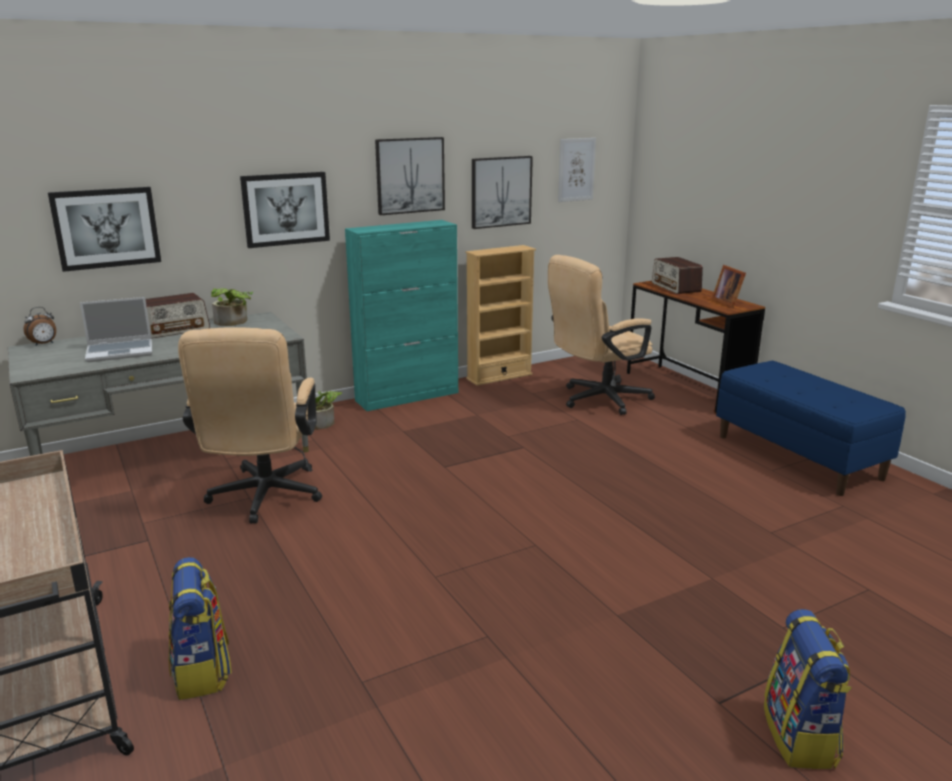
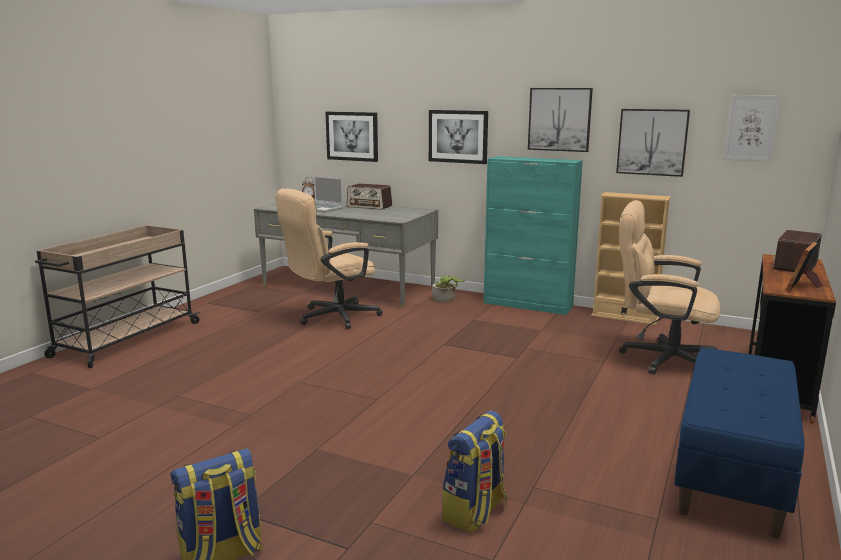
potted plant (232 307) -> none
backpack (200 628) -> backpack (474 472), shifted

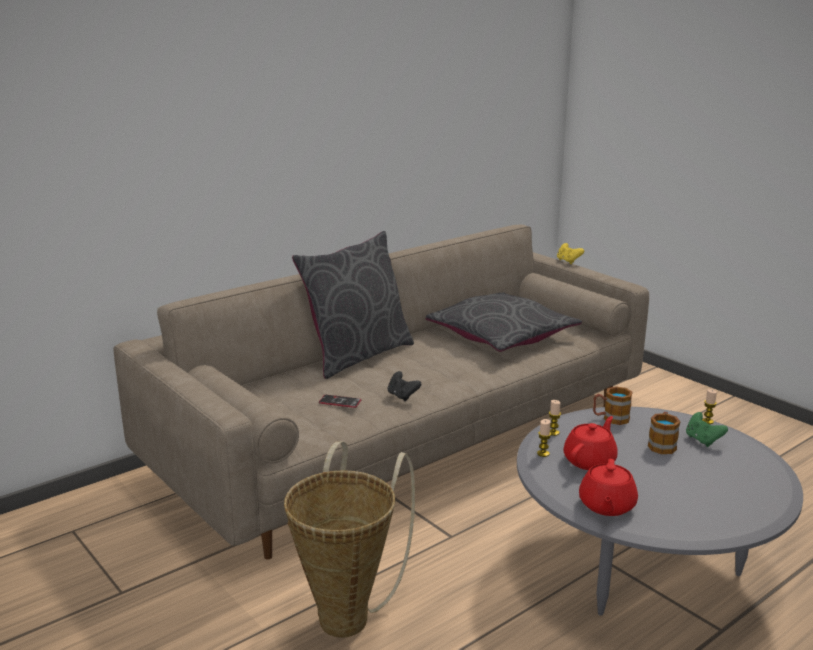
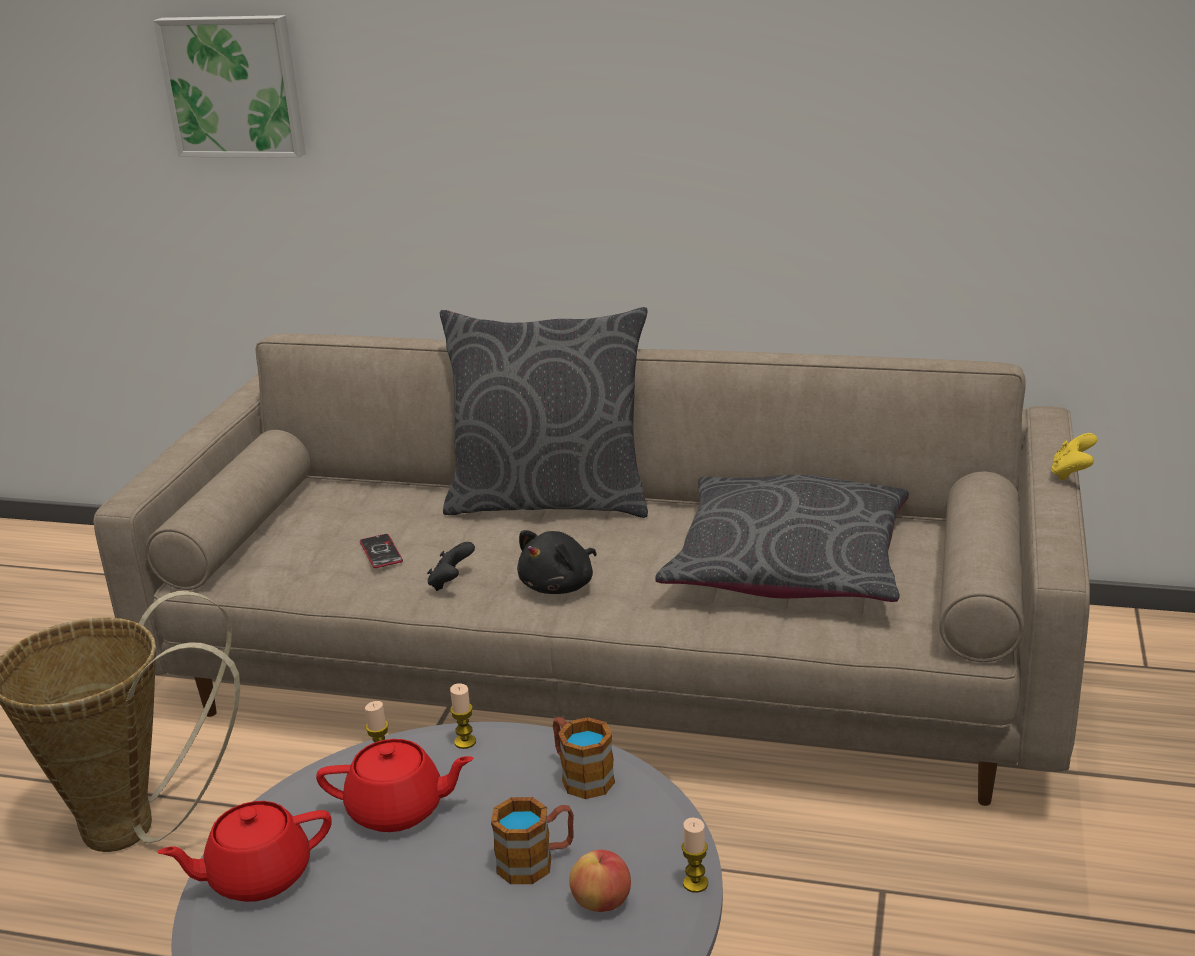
game controller (green) (707 429) -> apple (600 881)
none -> picture (229 86)
none -> plush toy (black) (557 562)

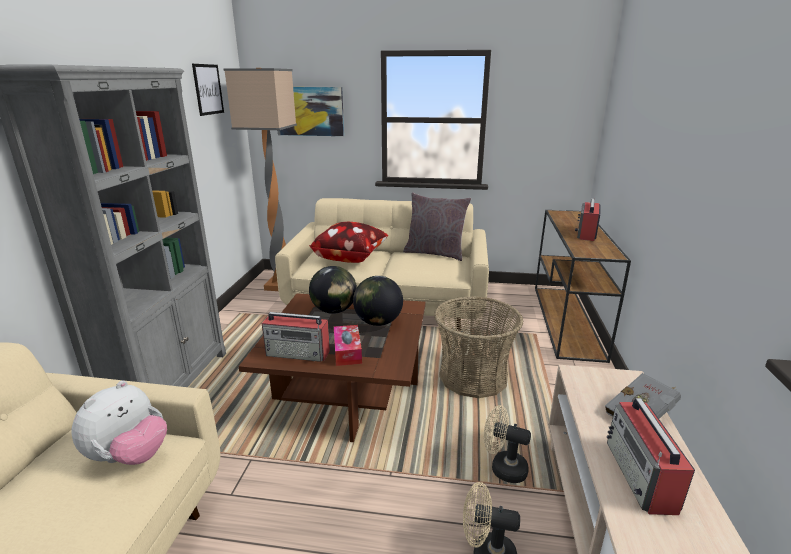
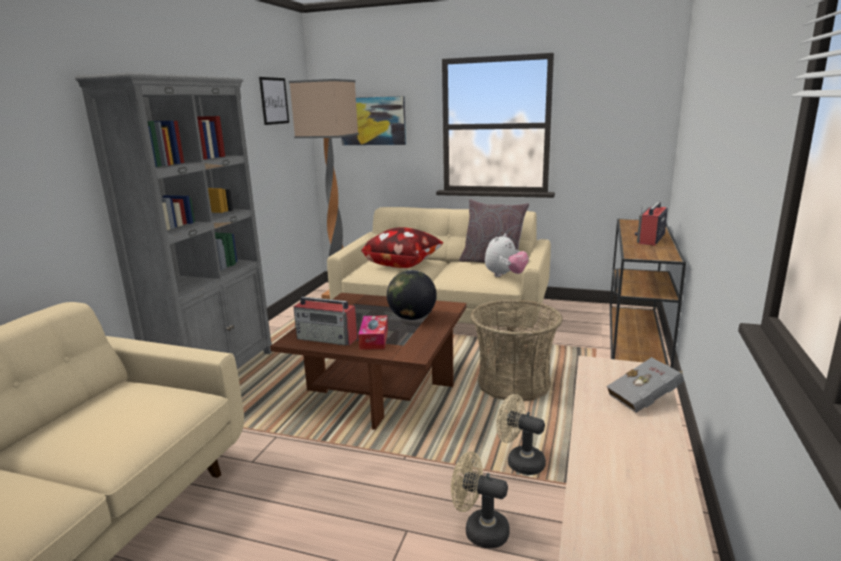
globe (333 290) -> none
plush toy (119 423) -> plush toy (507 255), shifted
radio (651 456) -> none

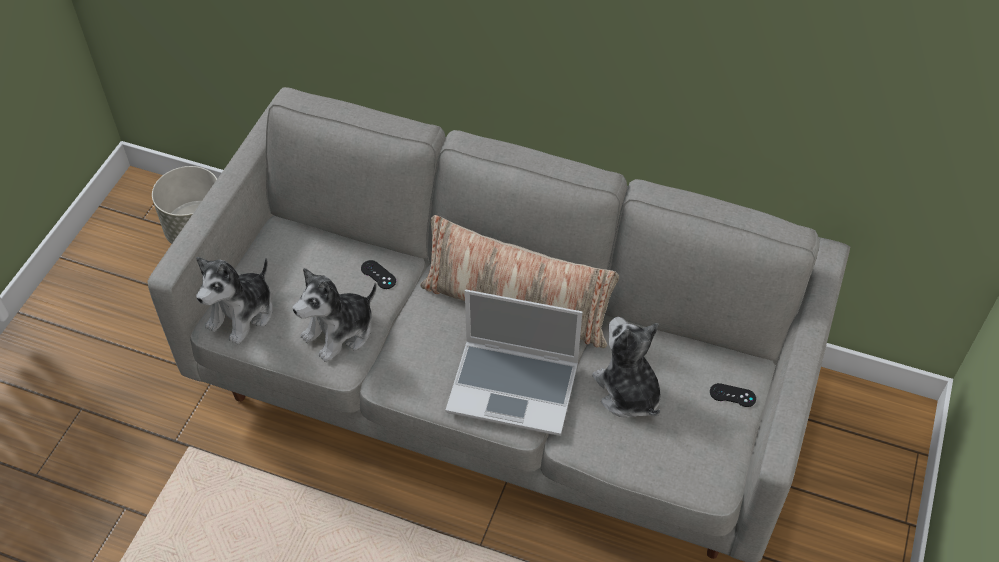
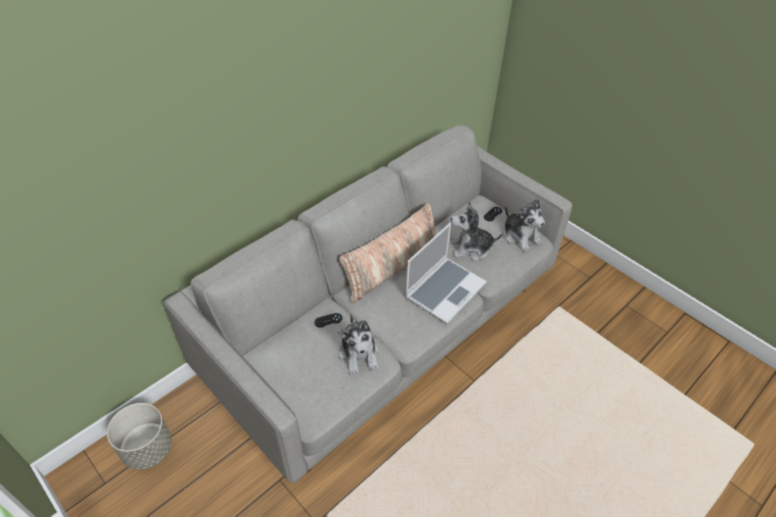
plush toy (234 301) -> plush toy (524 225), shifted

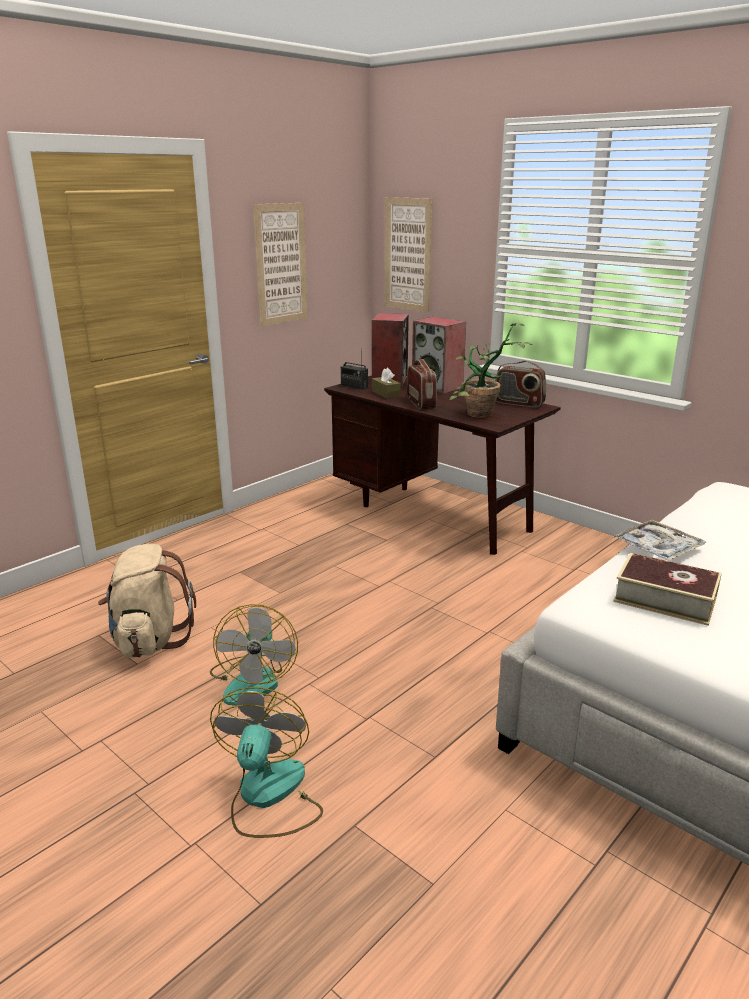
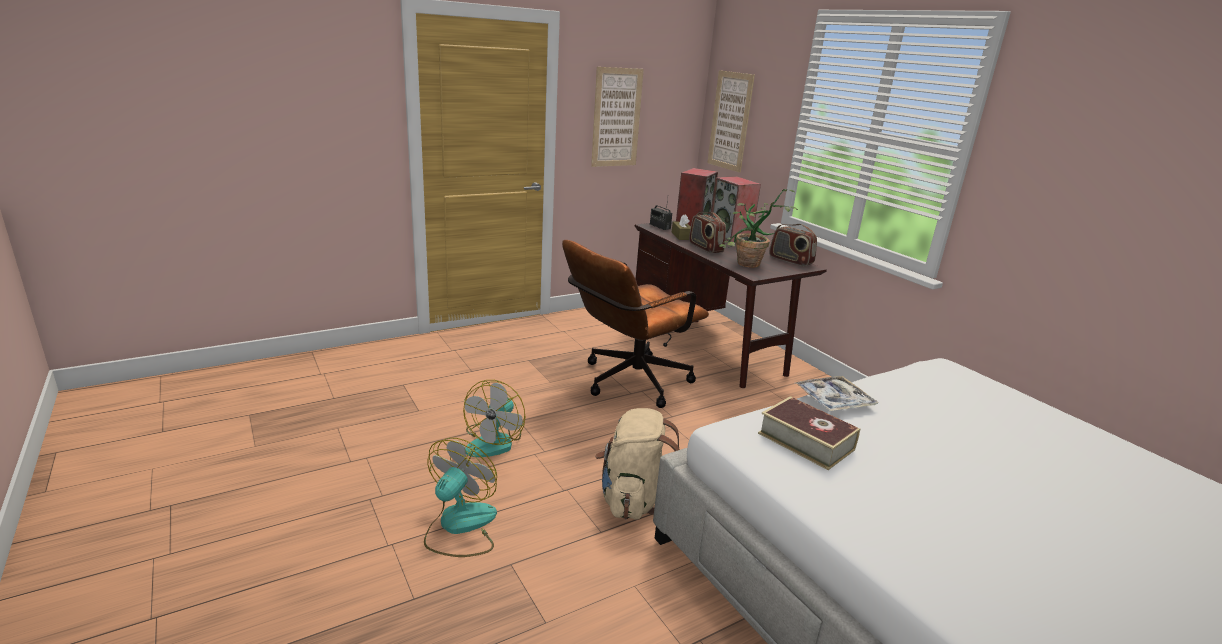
radio (422 384) -> radio (707 232), 150 degrees clockwise
backpack (beige) (147 601) -> backpack (beige) (637 464), shifted
none -> office chair (brown) (635 324)

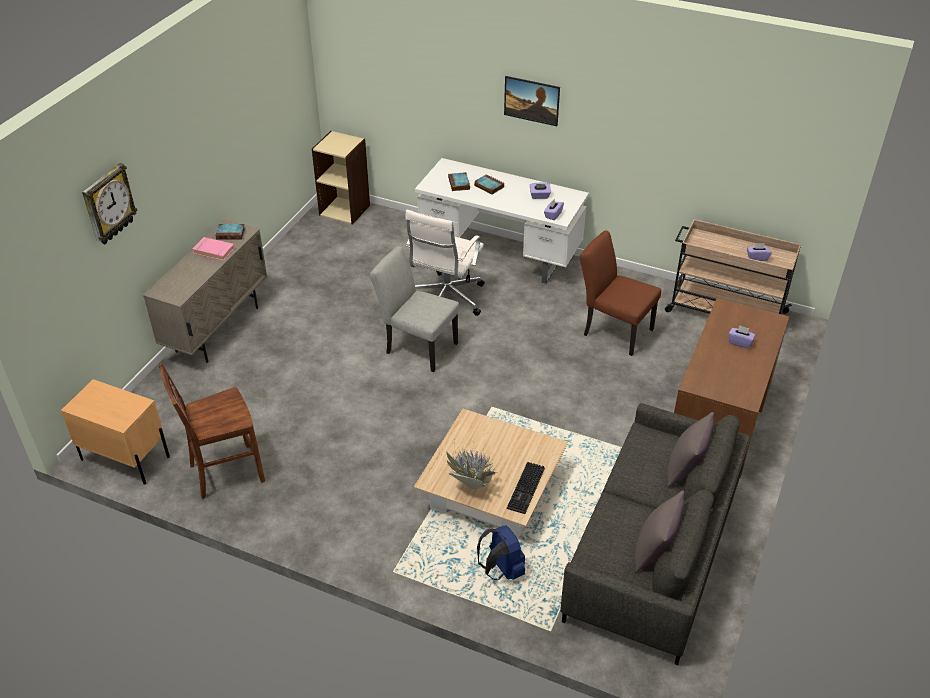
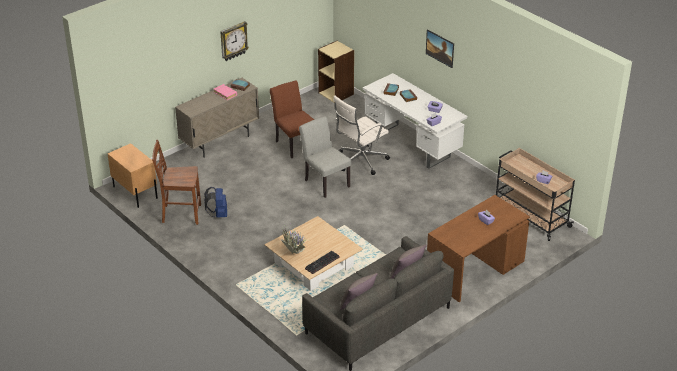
wall clock (110 203) -> wall clock (234 41), shifted
chair (brown) (620 293) -> chair (brown) (292 119), shifted
backpack (blue) (501 552) -> backpack (blue) (215 202), shifted

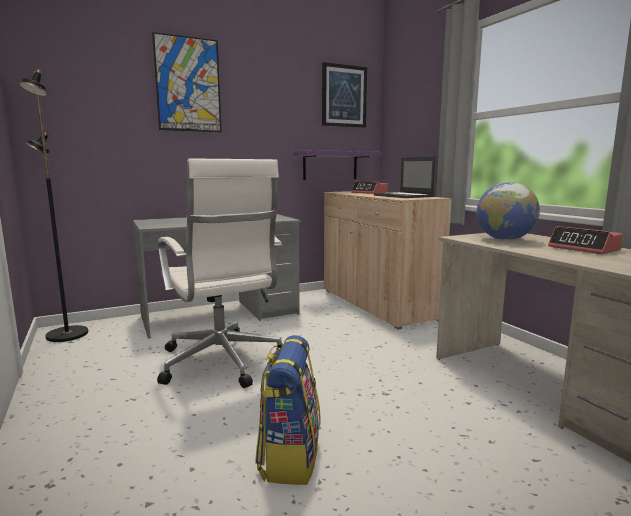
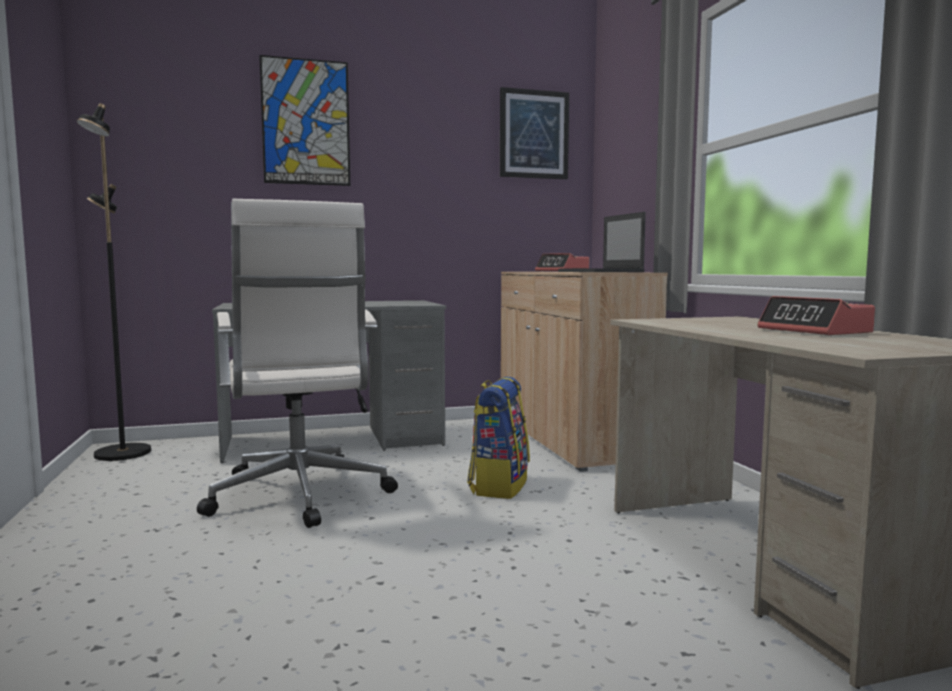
shelf (purple) (337 165) -> none
globe (508 211) -> none
backpack (287 410) -> backpack (498 438), shifted

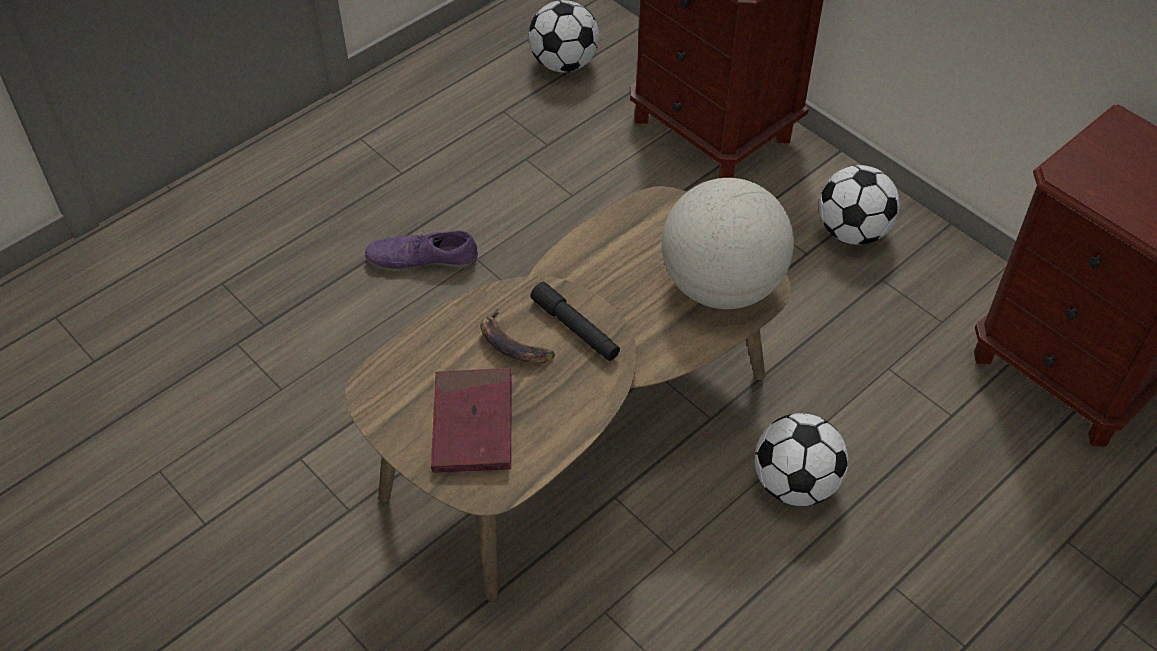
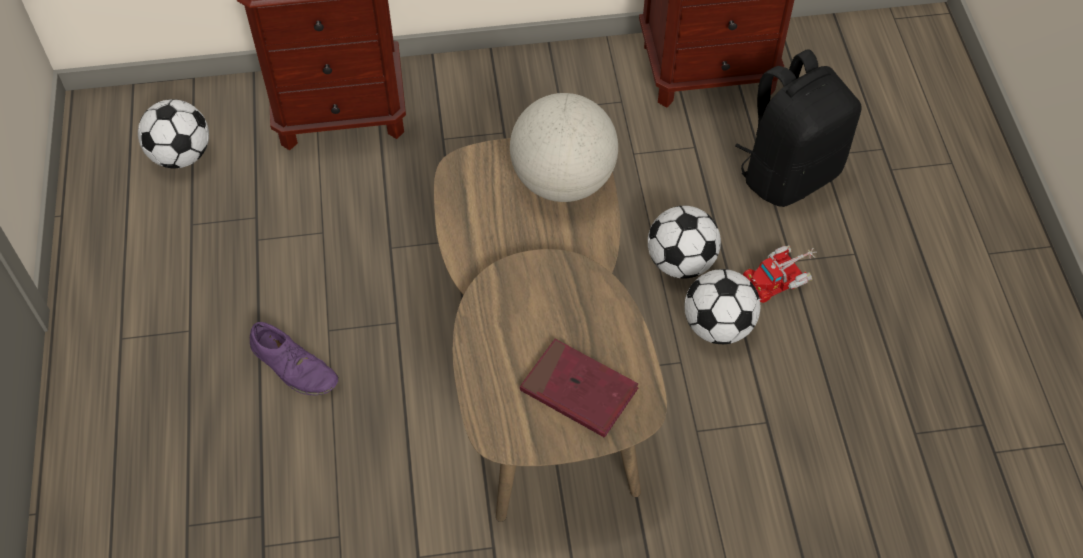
football (859 205) -> football (722 306), shifted
shoe (purple) (421 251) -> shoe (purple) (294 358), 90 degrees counterclockwise
flashlight (black) (575 321) -> none
banana (517 336) -> none
none -> backpack (black) (798 128)
none -> toy truck (780 274)

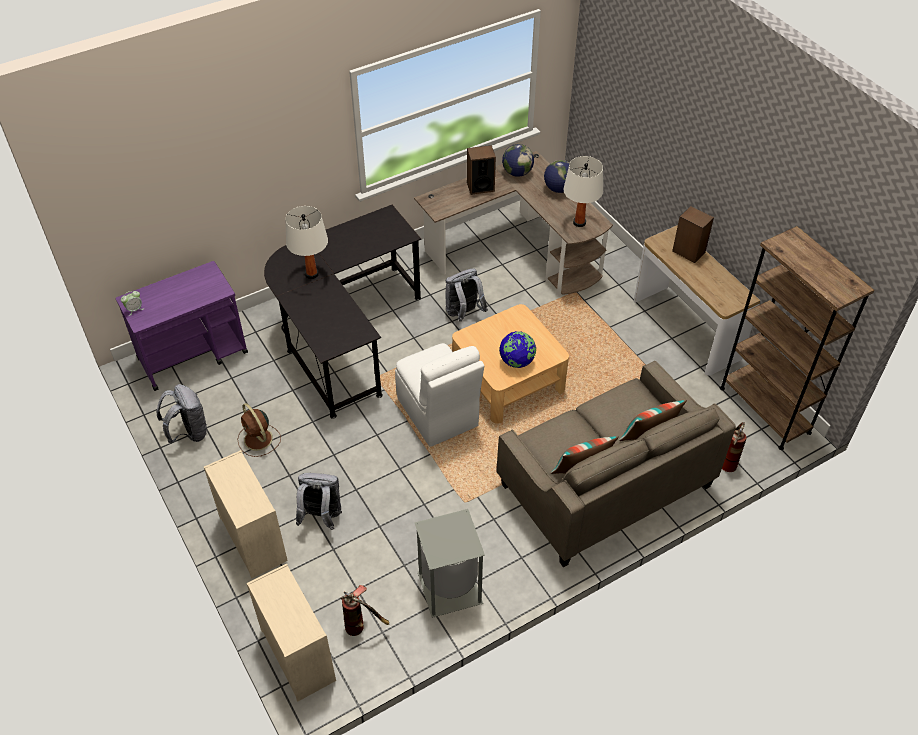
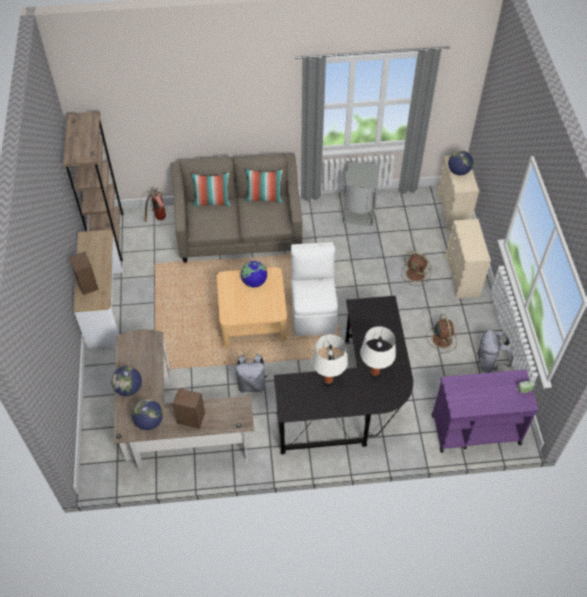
table lamp (white) (583 191) -> table lamp (white) (330 360), shifted
backpack (grey) (319 501) -> fan (brown) (416 268)
fire extinguisher (364 610) -> none
none -> globe (460 162)

